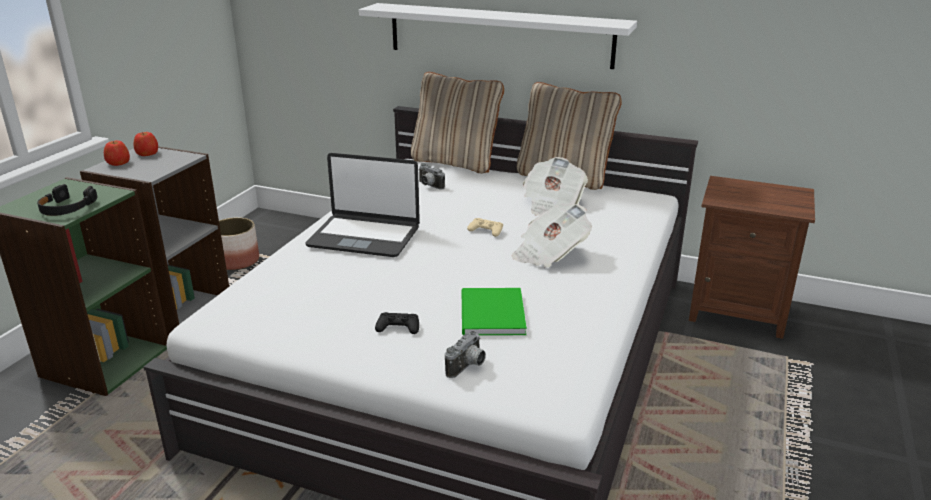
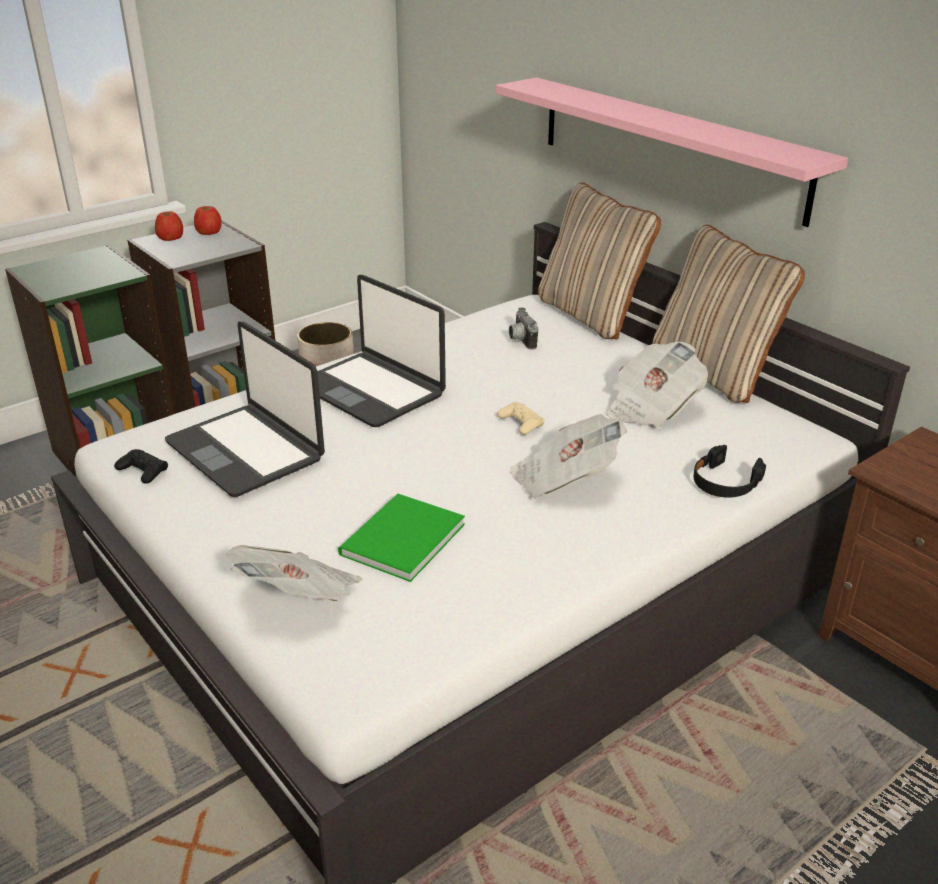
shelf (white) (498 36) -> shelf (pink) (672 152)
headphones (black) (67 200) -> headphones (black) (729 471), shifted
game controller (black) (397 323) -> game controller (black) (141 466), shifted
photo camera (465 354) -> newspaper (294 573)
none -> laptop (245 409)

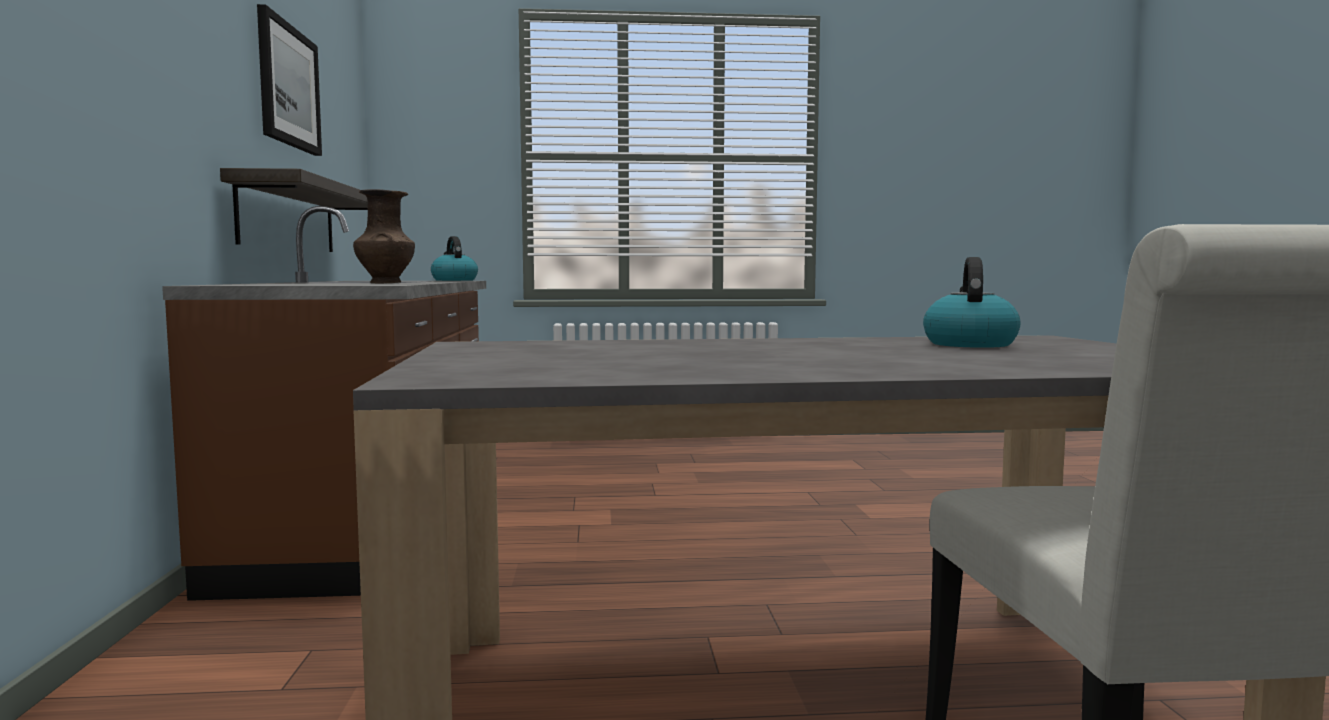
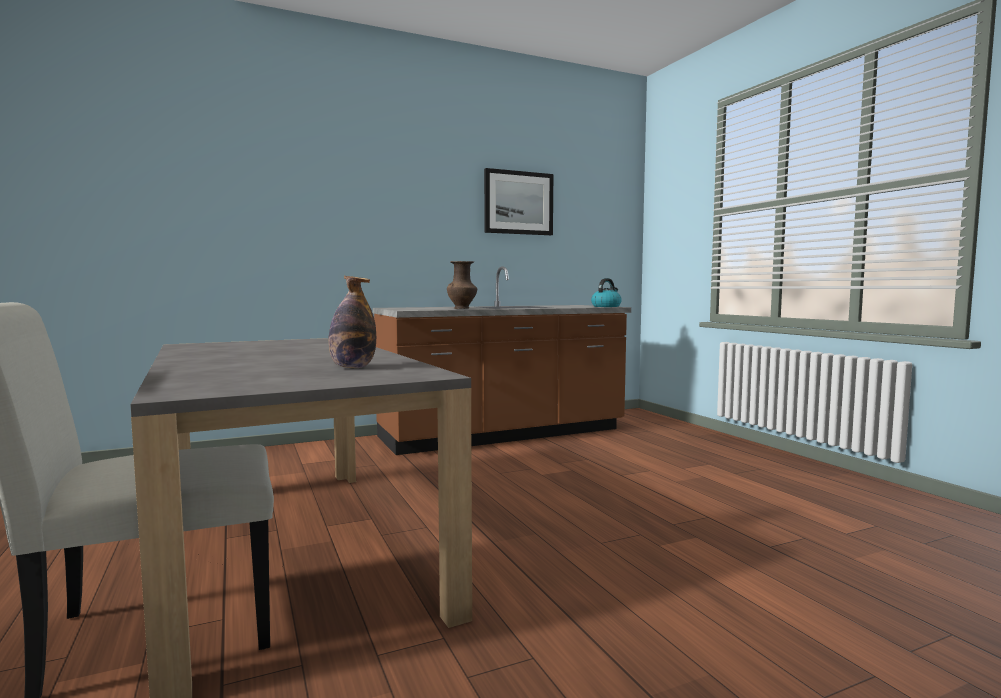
shelf (294 210) -> none
kettle (972 302) -> bottle (352 322)

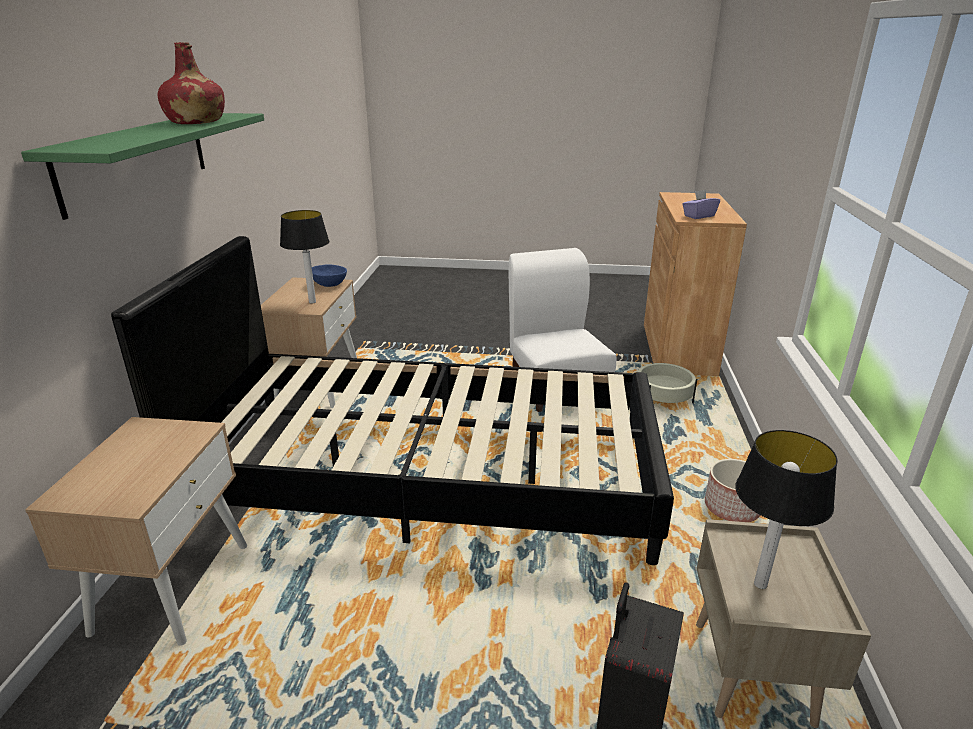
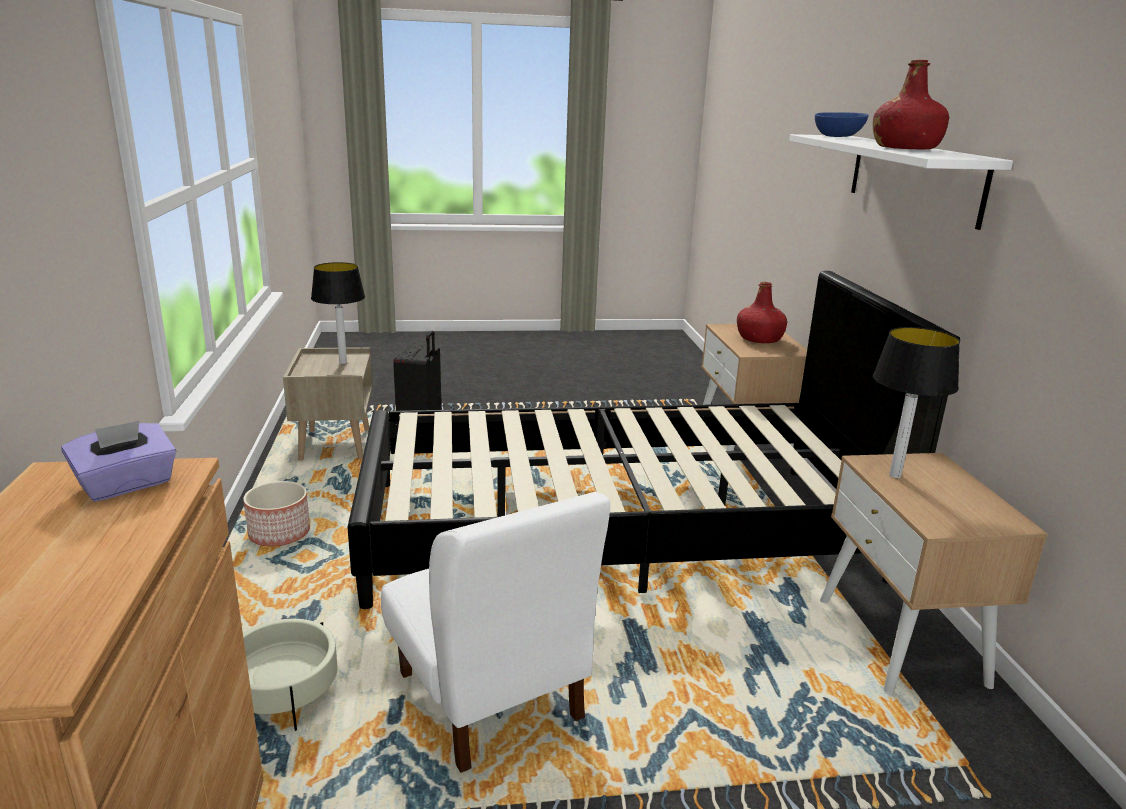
shelf (green) (142 166) -> shelf (white) (901 182)
bowl (blue) (329 276) -> bowl (blue) (842 124), shifted
none -> bottle (red) (762 312)

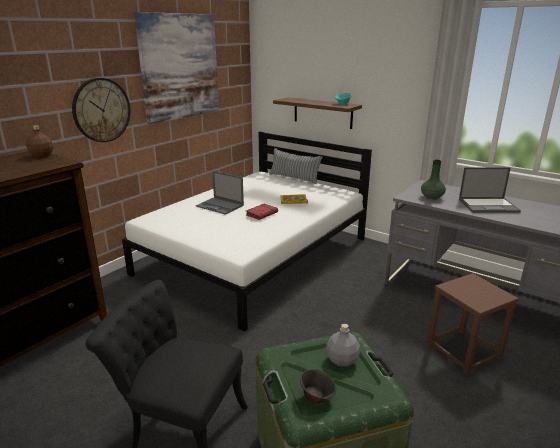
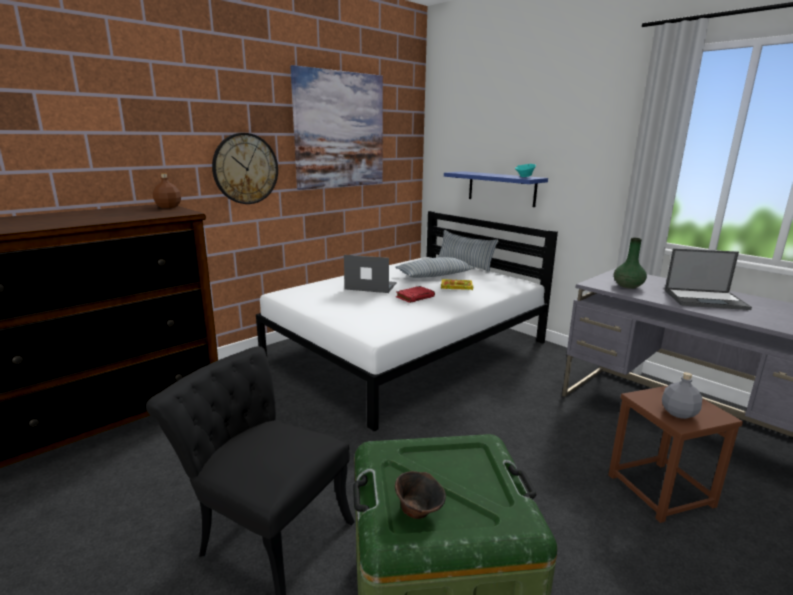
shelf (brown) (317 113) -> shelf (blue) (496 189)
laptop (220 193) -> laptop (370 274), 150 degrees clockwise
bottle (grey) (343 345) -> bottle (grey) (682 395), shifted
none -> pillow (435 267)

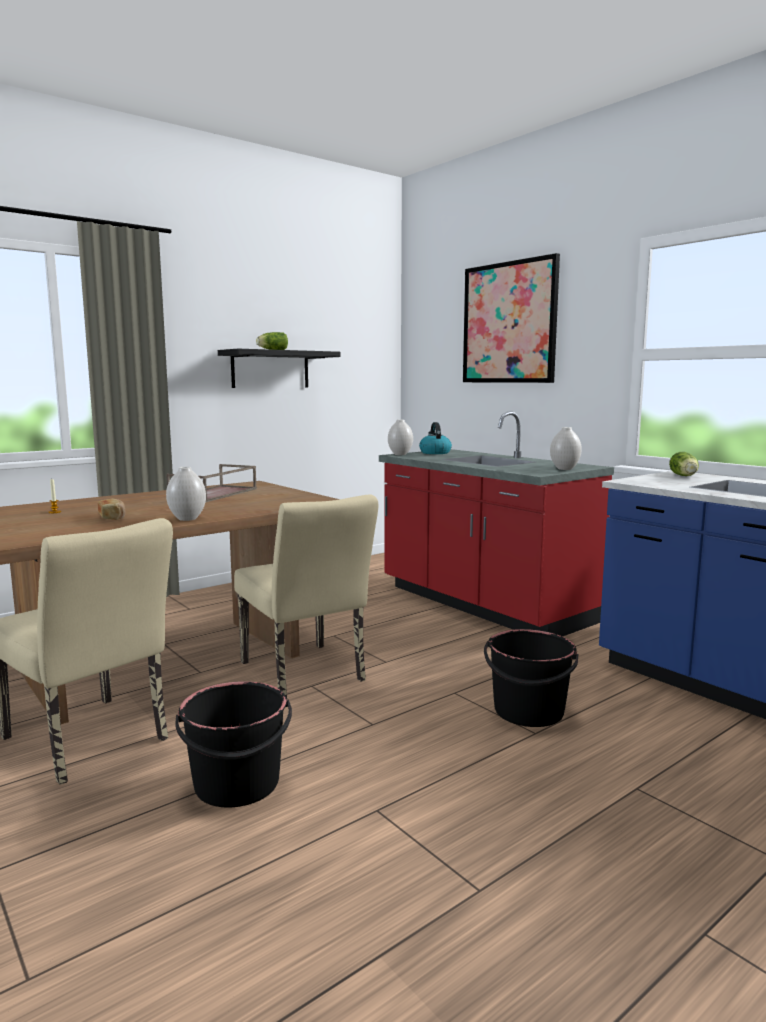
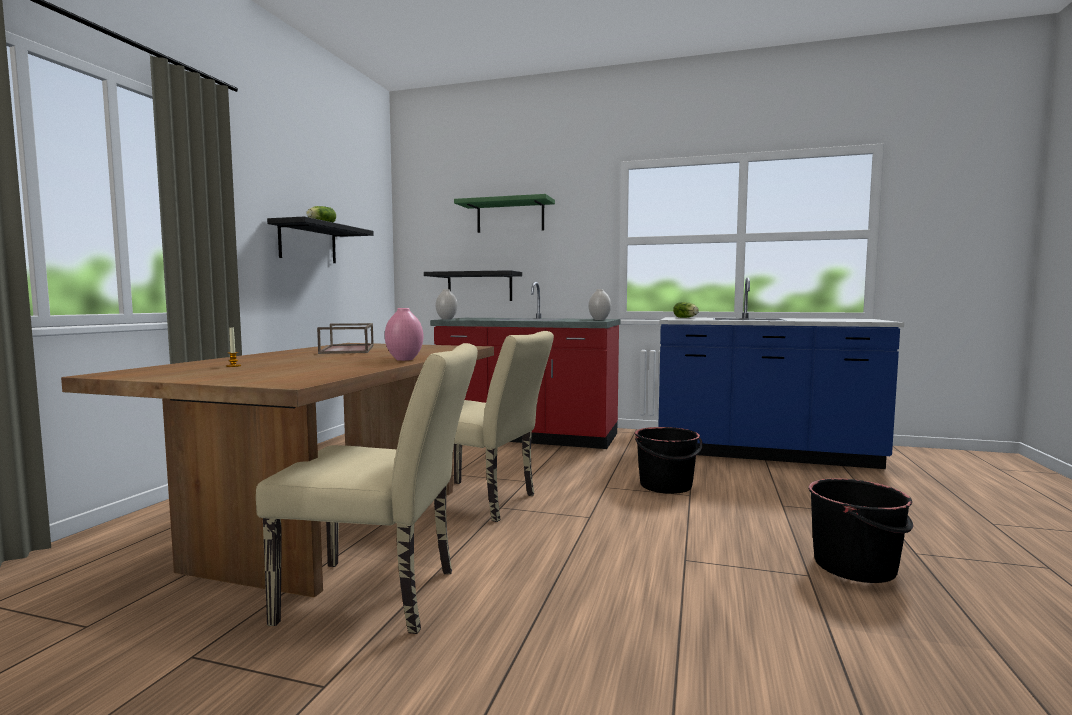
picture (511 318) -> shelf (green) (504 213)
kettle (435 438) -> none
vase (white) (186 494) -> vase (pink) (404 334)
bread (112 509) -> none
bucket (black) (233 744) -> bucket (black) (860 530), shifted
none -> shelf (black) (473 285)

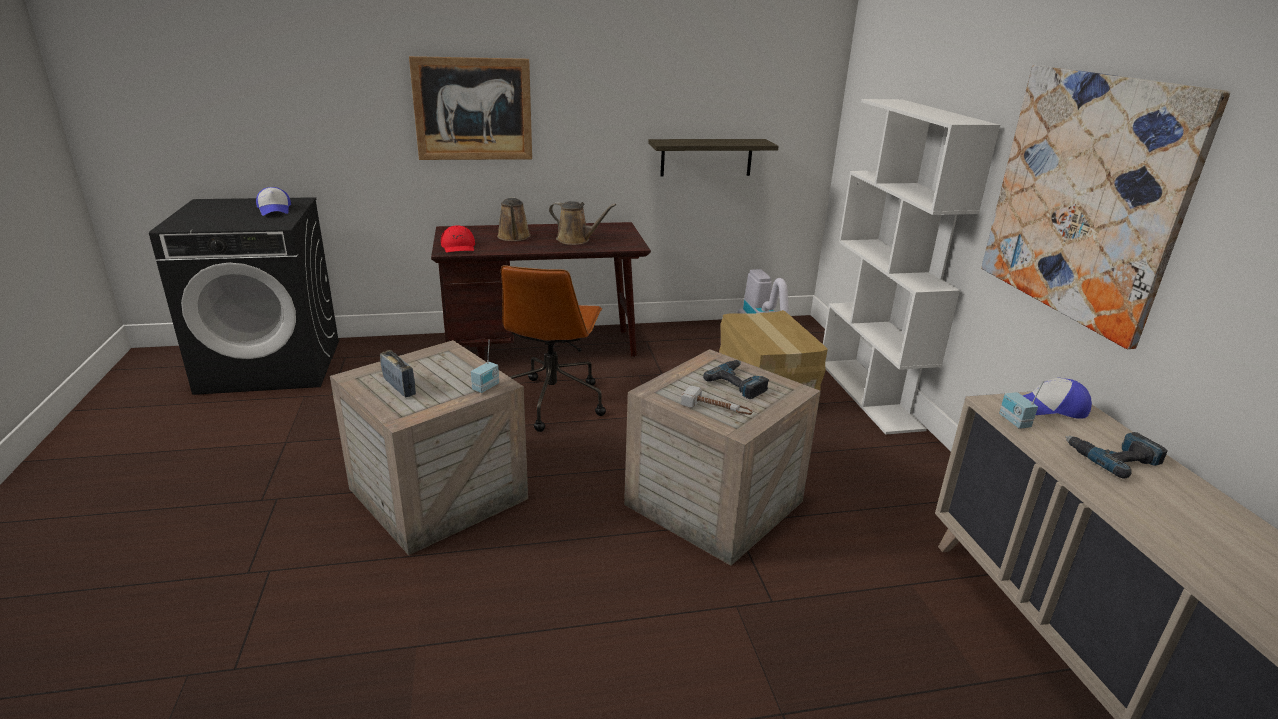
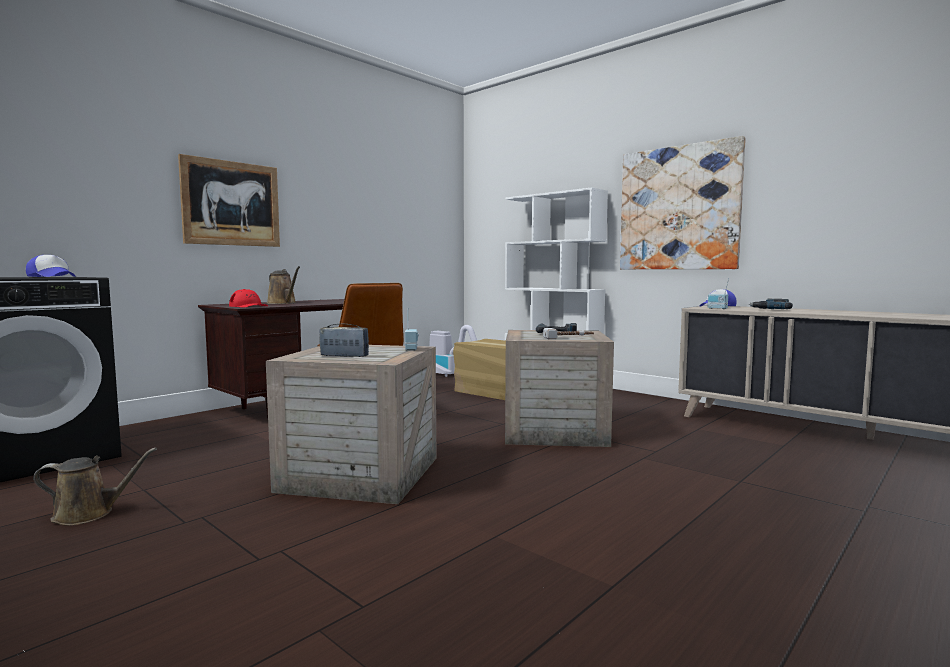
shelf (713 158) -> none
watering can (brown) (582 223) -> watering can (brown) (95 486), shifted

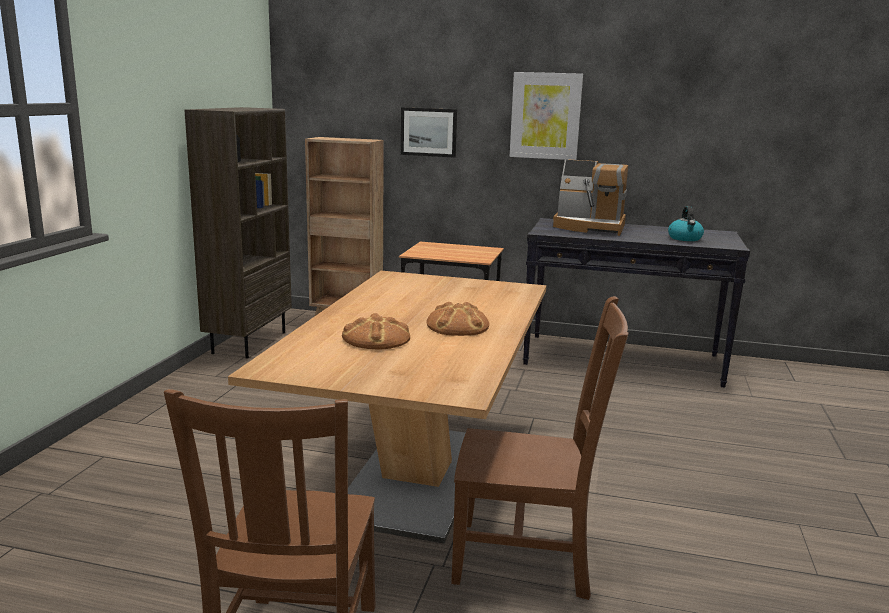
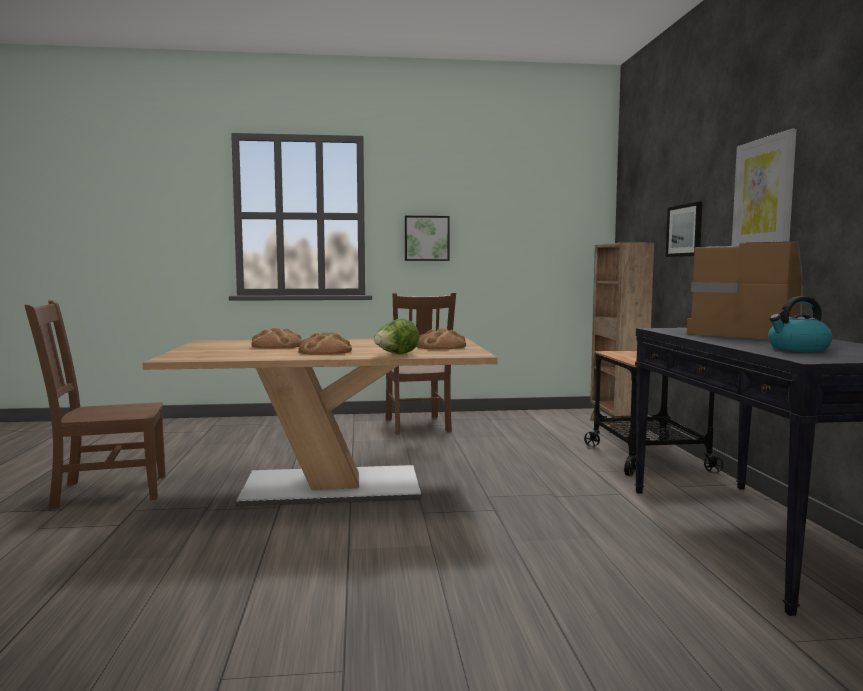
bookcase (brown) (238 233) -> none
coffee machine (590 198) -> coffee machine (745 290), 135 degrees clockwise
chair (brown) (540 448) -> chair (brown) (421 363), shifted
none -> picture (427 238)
none -> lettuce (396 336)
none -> bread (441 339)

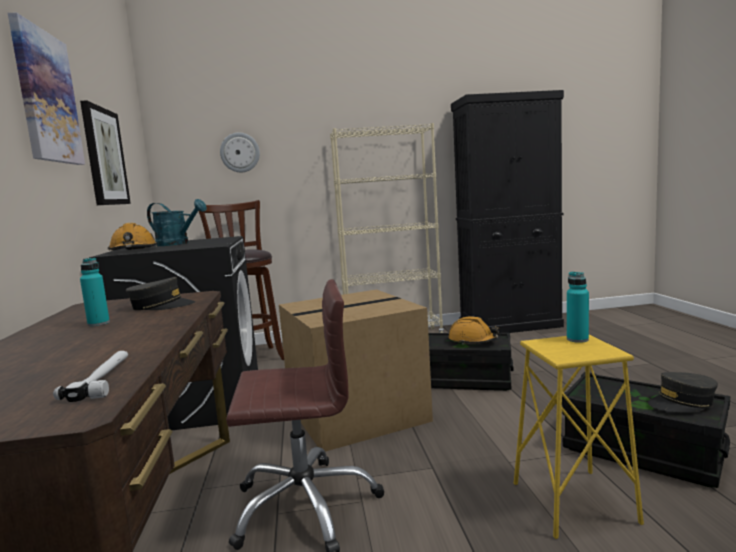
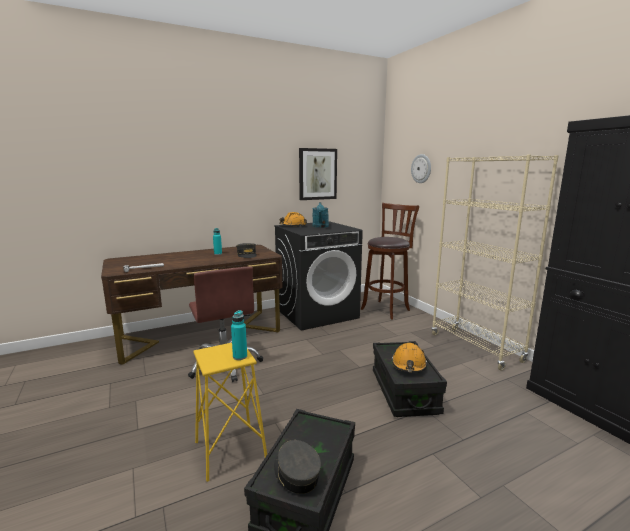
picture (46 89) -> none
cardboard box (356 370) -> none

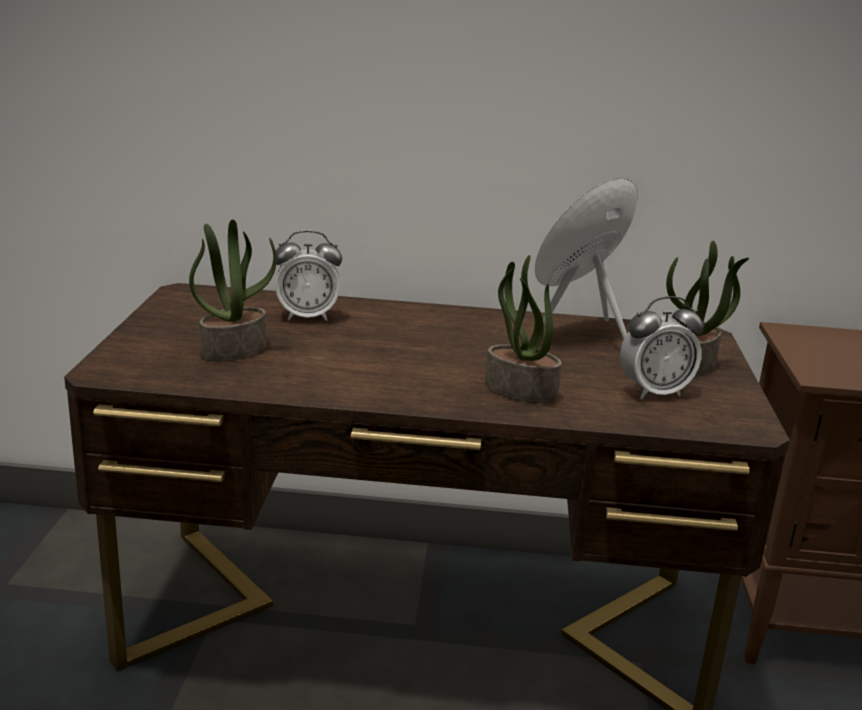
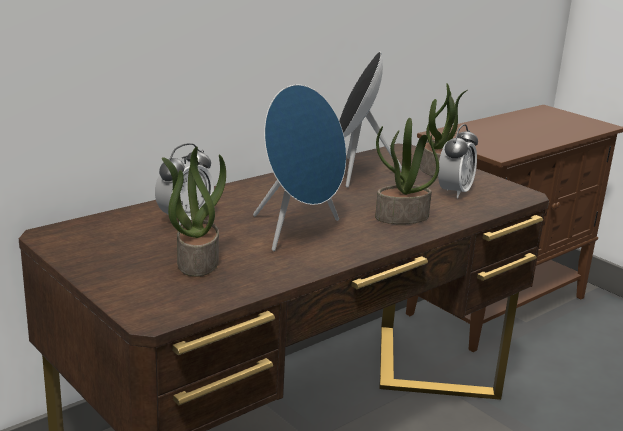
none -> speaker (blue) (299 168)

